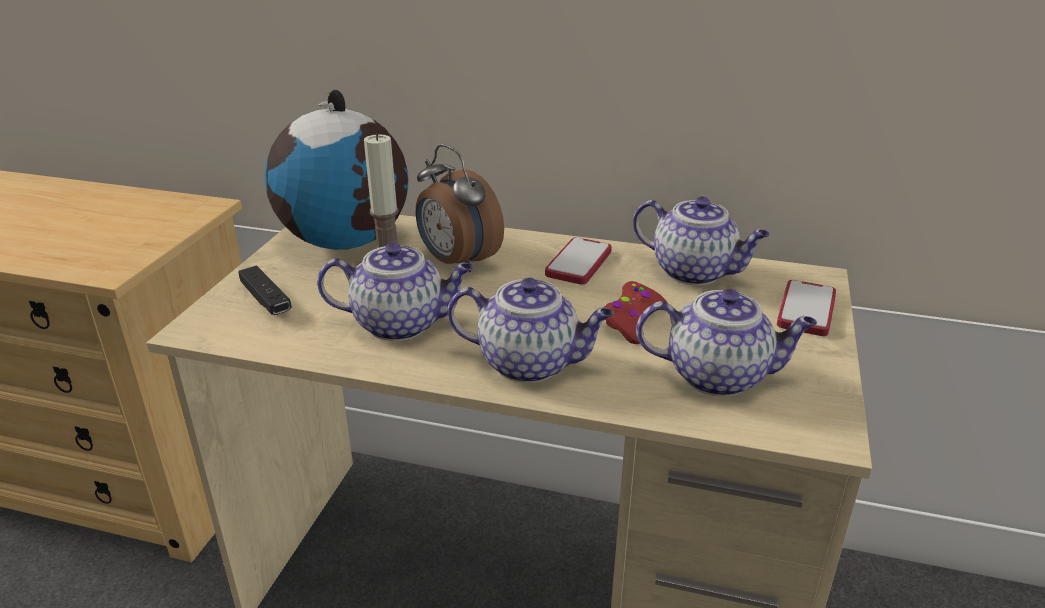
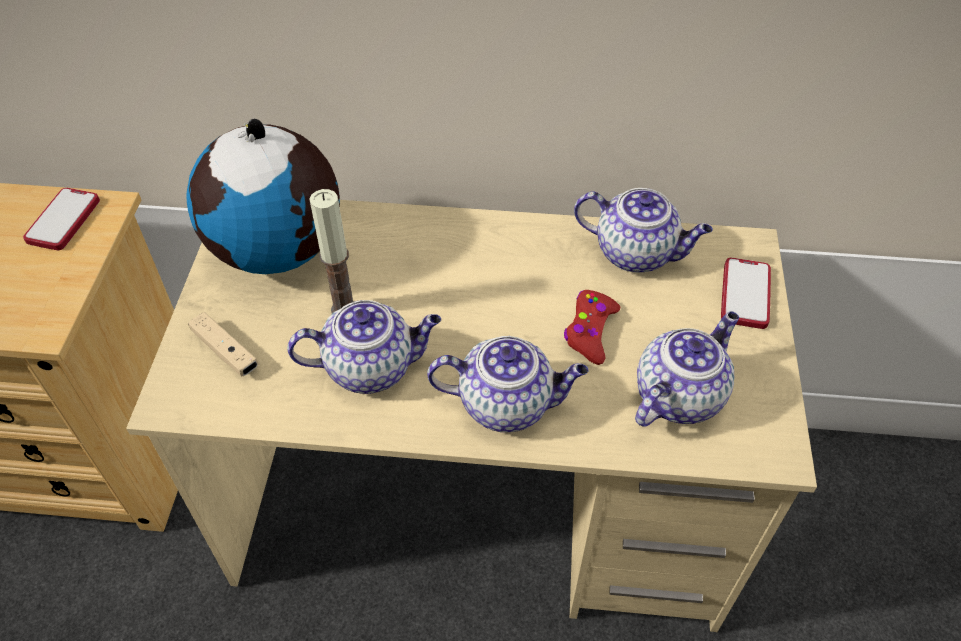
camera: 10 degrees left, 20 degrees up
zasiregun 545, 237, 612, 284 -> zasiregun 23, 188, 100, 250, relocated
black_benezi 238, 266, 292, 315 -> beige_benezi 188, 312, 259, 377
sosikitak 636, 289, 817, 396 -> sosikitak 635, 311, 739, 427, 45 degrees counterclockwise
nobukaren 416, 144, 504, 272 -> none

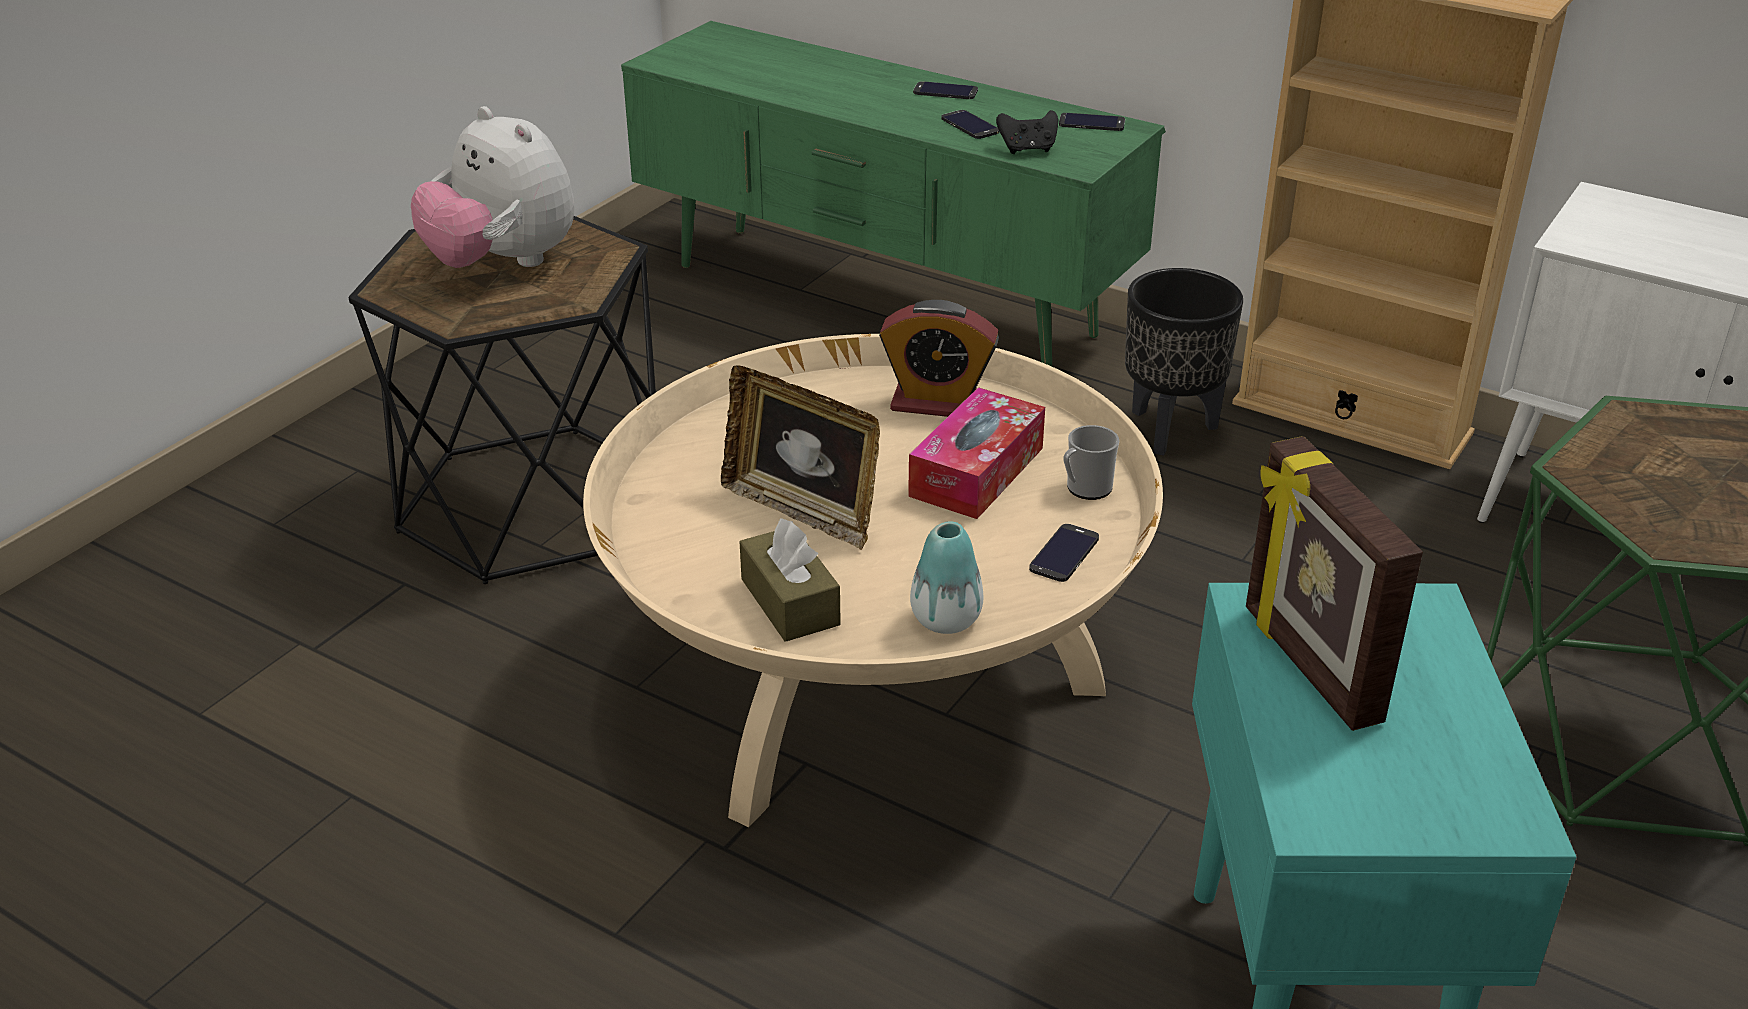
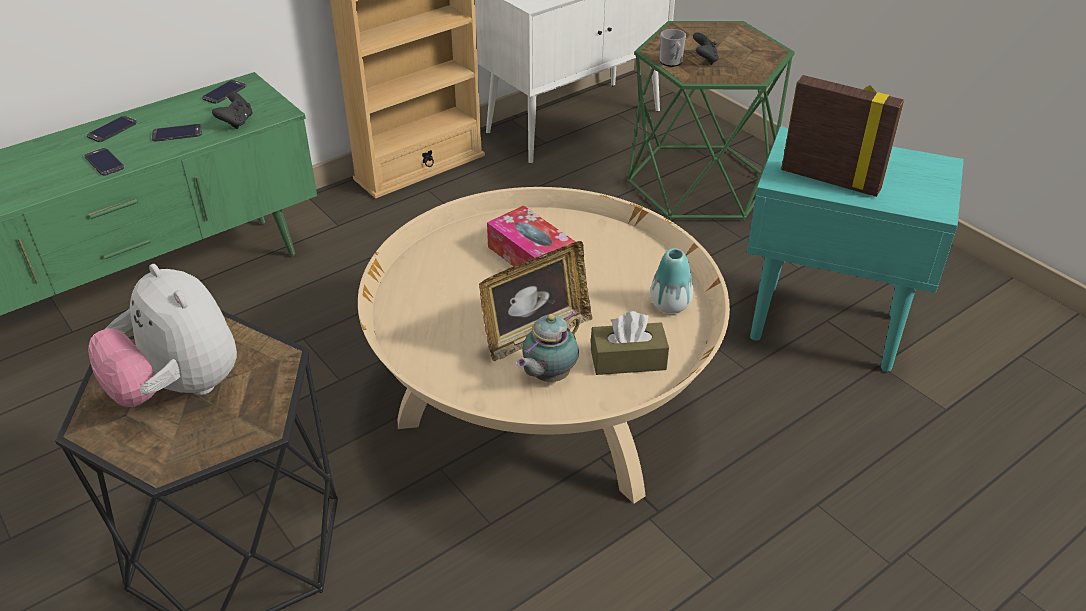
camera: 70 degrees left, 5 degrees up
zasiregun 1029, 524, 1099, 582 -> zasiregun 84, 148, 124, 176, relocated
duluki 411, 106, 575, 268 -> duluki 88, 264, 237, 407, 75 degrees clockwise
none -> sosikitak 517, 312, 580, 382
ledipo 1064, 425, 1119, 500 -> ledipo 660, 29, 686, 67, relocated
none -> black_benezi 693, 32, 719, 65
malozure 1246, 436, 1423, 731 -> malozure 781, 75, 904, 197, 150 degrees counterclockwise
nobukaren 879, 300, 999, 417 -> none
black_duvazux 1125, 268, 1243, 456 -> none

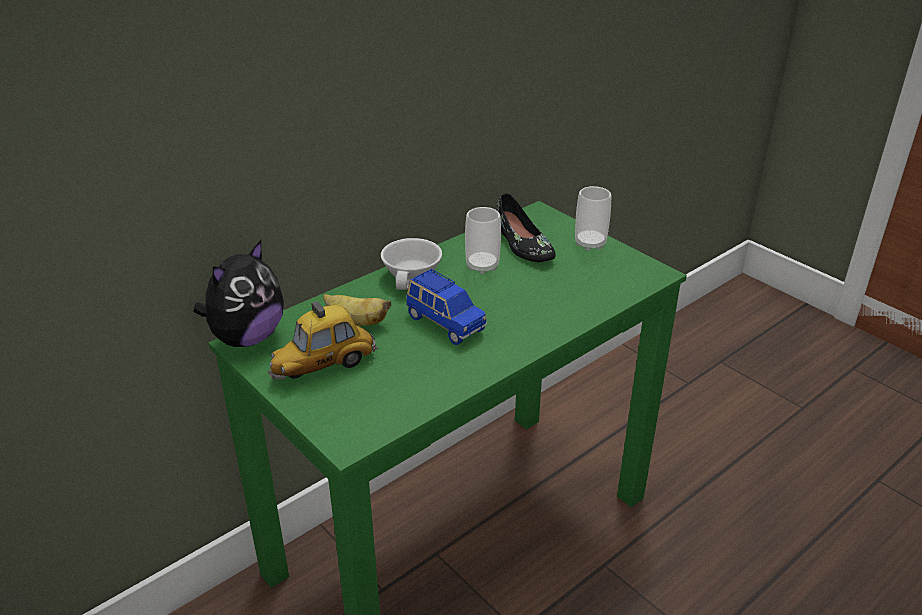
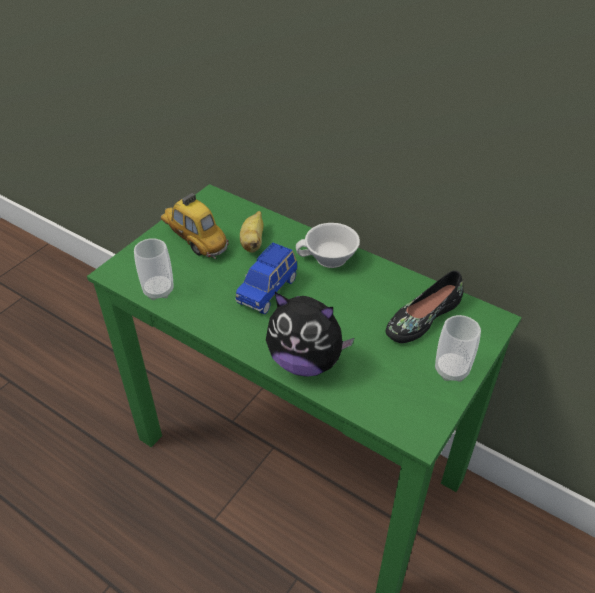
camera: 75 degrees right, 10 degrees up
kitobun 465, 207, 501, 274 -> kitobun 134, 238, 174, 300, relocated
duluki 193, 240, 284, 347 -> duluki 266, 292, 354, 377, relocated

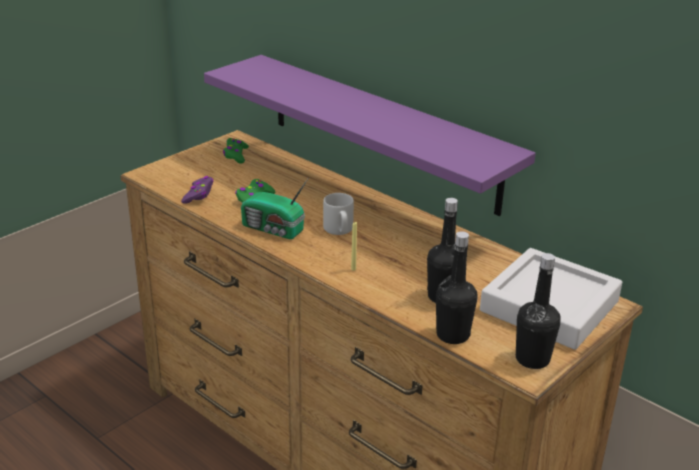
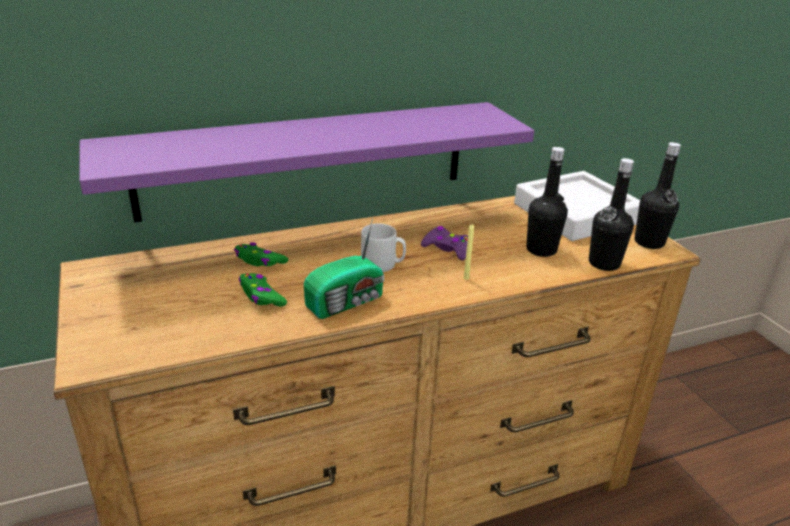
camera: 65 degrees left, 0 degrees up
green_benezi 223, 138, 249, 164 -> green_benezi 234, 242, 288, 266, relocated
purple_benezi 181, 176, 213, 204 -> purple_benezi 421, 226, 468, 260, relocated

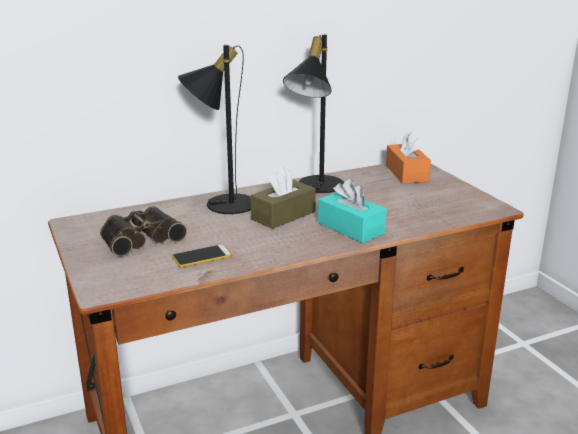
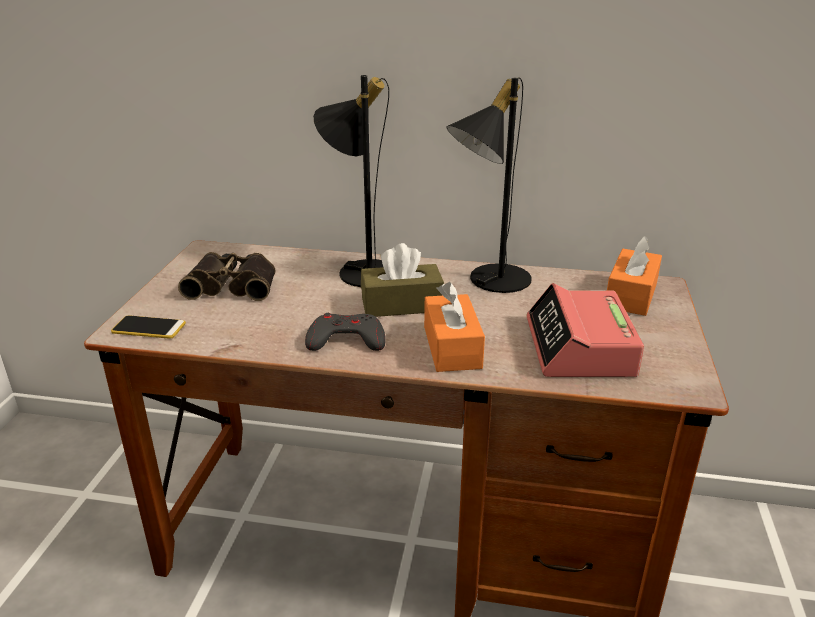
camera: 35 degrees right, 5 degrees up
zasiregun 172, 244, 232, 267 -> zasiregun 111, 315, 186, 339, relocated
none -> grey_benezi 305, 313, 386, 351
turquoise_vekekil 318, 179, 387, 243 -> orange_vekekil 424, 282, 485, 372
none -> nobukaren 527, 283, 644, 377

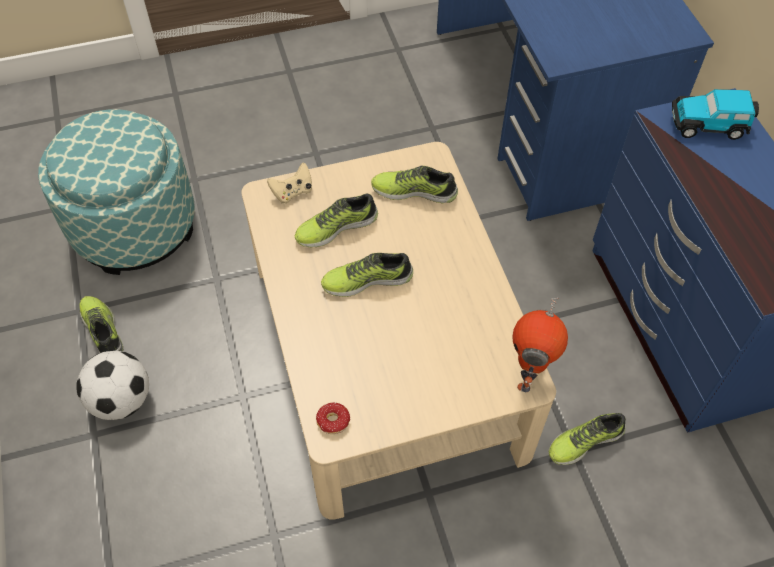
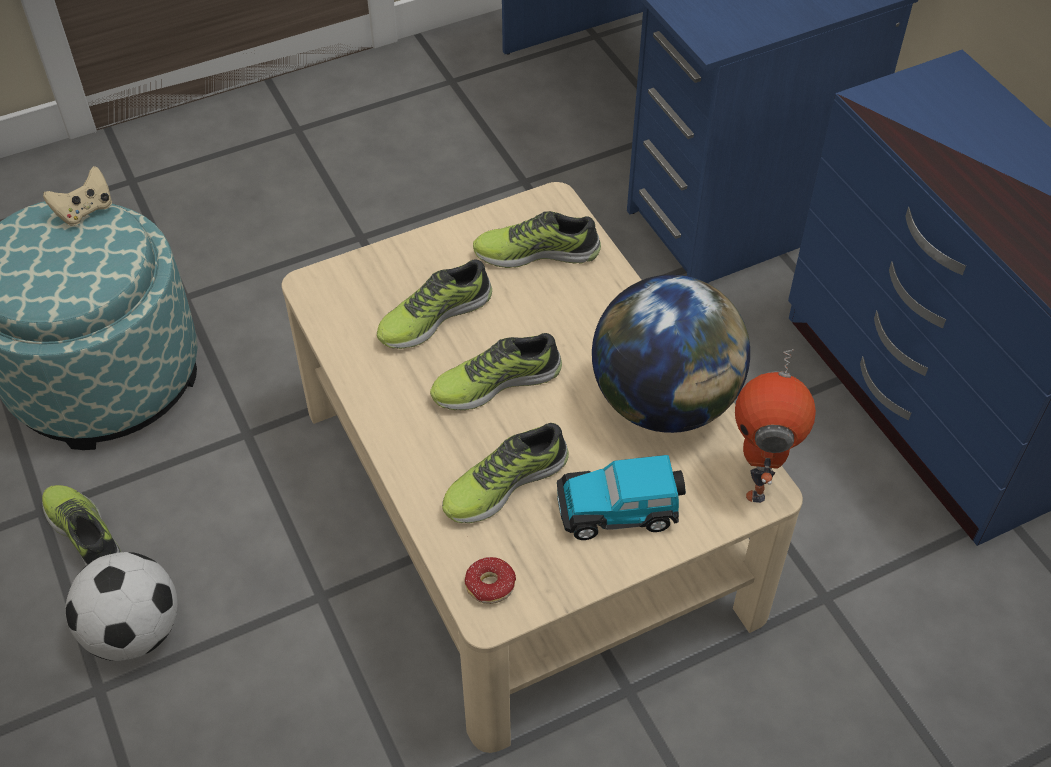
camera: 10 degrees left, 5 degrees down
beige_benezi 267, 163, 312, 204 -> beige_benezi 43, 166, 112, 226, relocated
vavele 549, 413, 626, 465 -> vavele 442, 423, 569, 523, relocated
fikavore 672, 89, 759, 140 -> fikavore 557, 455, 686, 540, relocated
none -> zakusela 592, 275, 750, 433

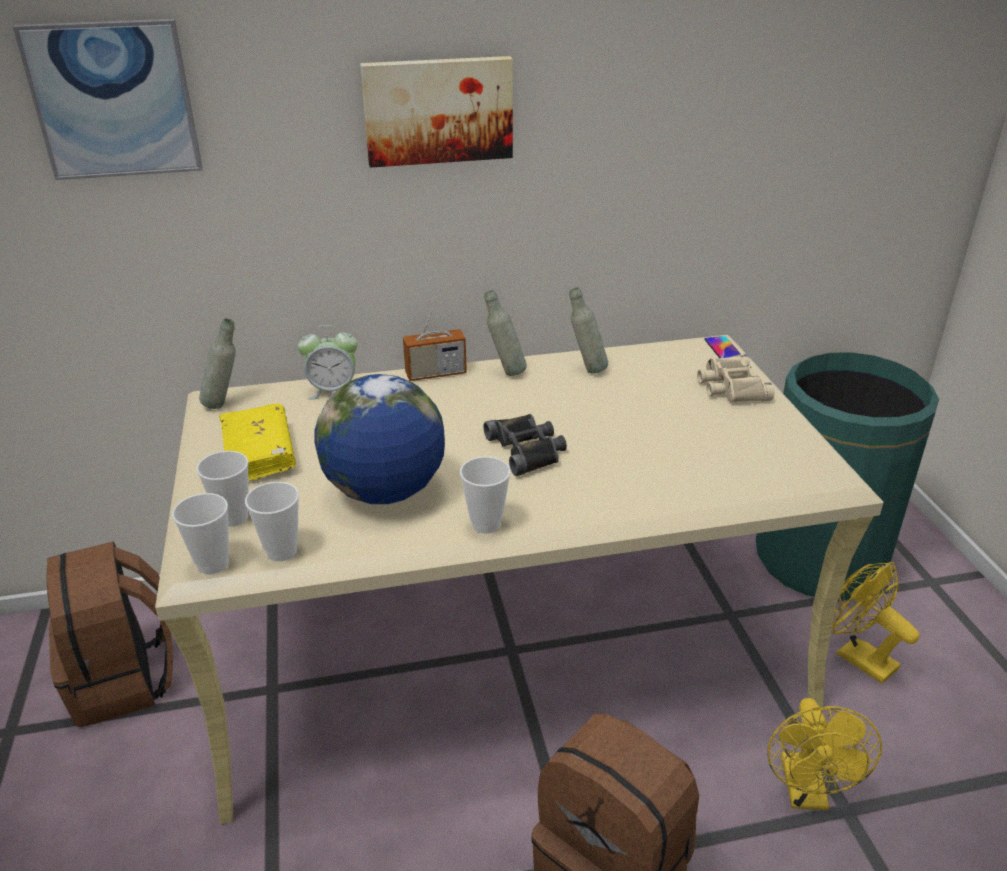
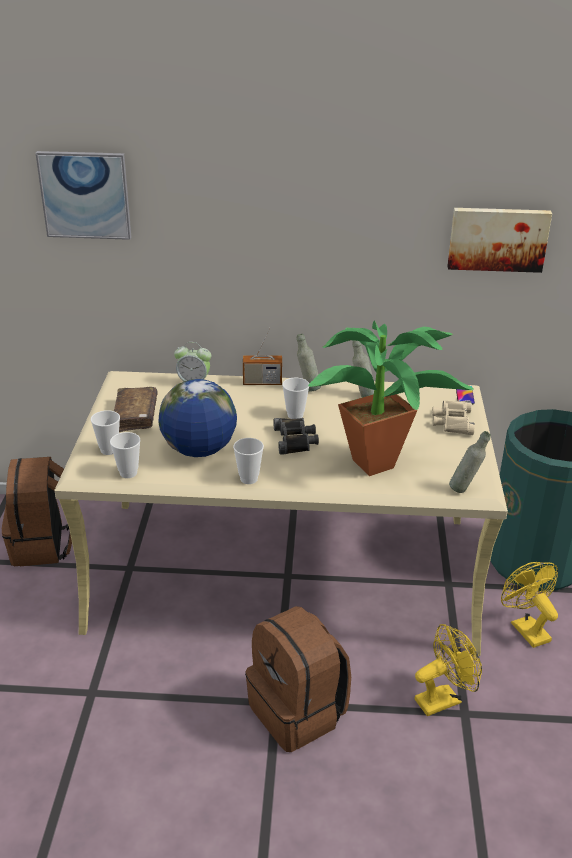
camera: 15 degrees right, 0 degrees up
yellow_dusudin 219, 404, 296, 482 -> brown_dusudin 114, 387, 158, 432
kitobun 172, 493, 229, 574 -> kitobun 282, 378, 309, 419, relocated
none -> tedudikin 308, 321, 473, 476
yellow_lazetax 767, 698, 882, 810 -> yellow_lazetax 415, 624, 482, 716, 135 degrees counterclockwise
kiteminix 360, 56, 513, 168 -> kiteminix 447, 208, 552, 273, relocated
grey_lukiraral 199, 318, 236, 409 -> grey_lukiraral 449, 431, 491, 493, relocated

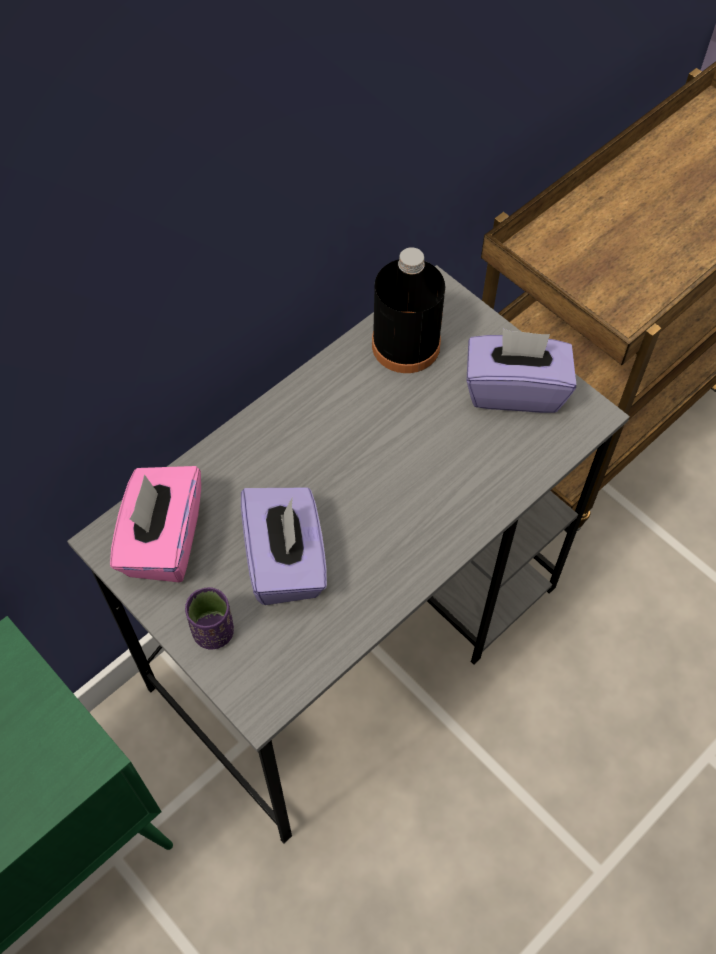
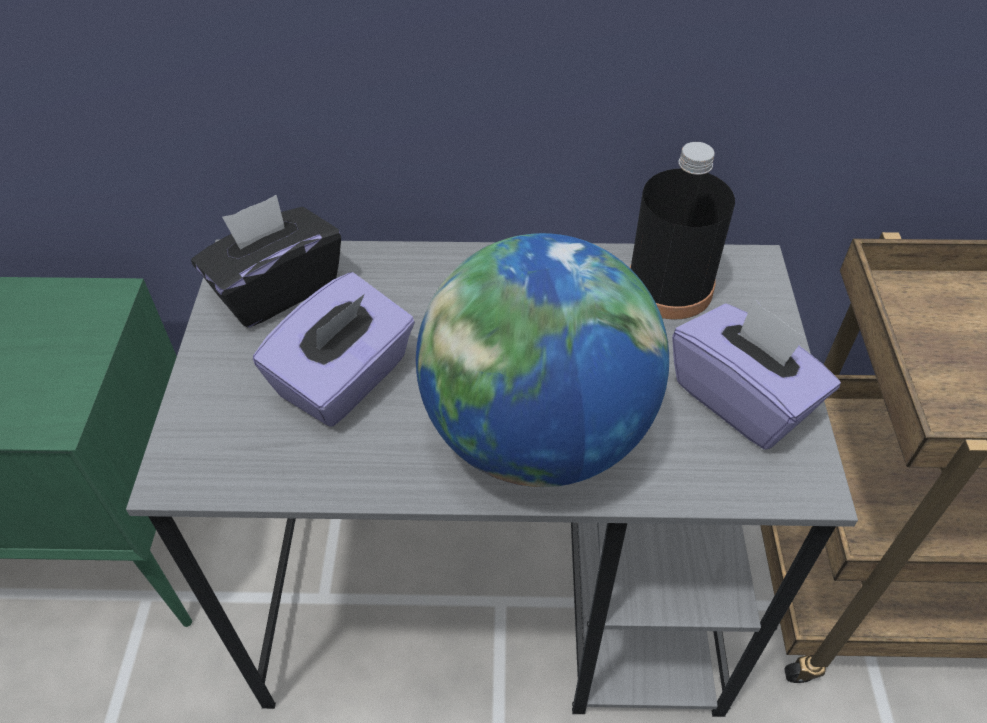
camera: 45 degrees right, 10 degrees down
pink_vekekil 110, 466, 201, 582 -> black_vekekil 191, 195, 341, 328
none -> zakusela 416, 233, 669, 487
purple_kitobun 185, 587, 234, 650 -> none

